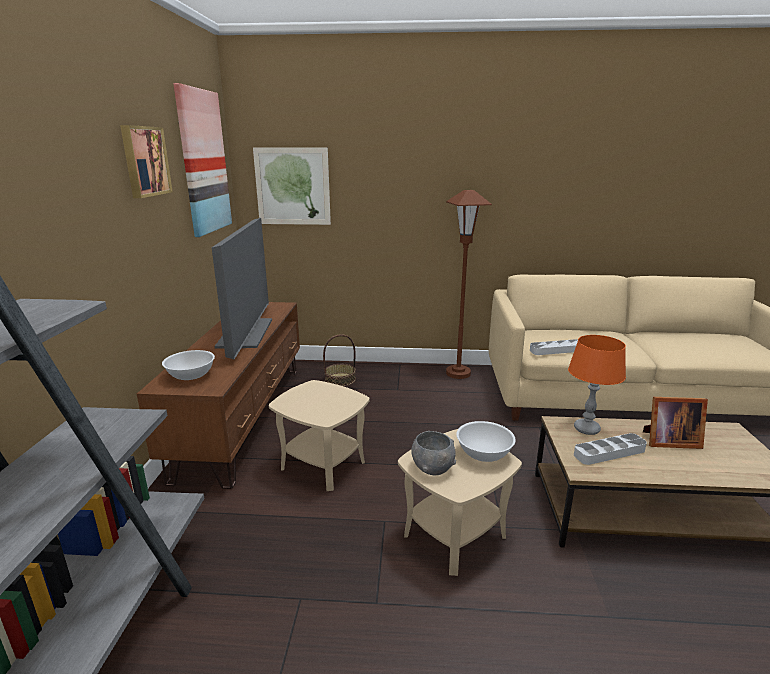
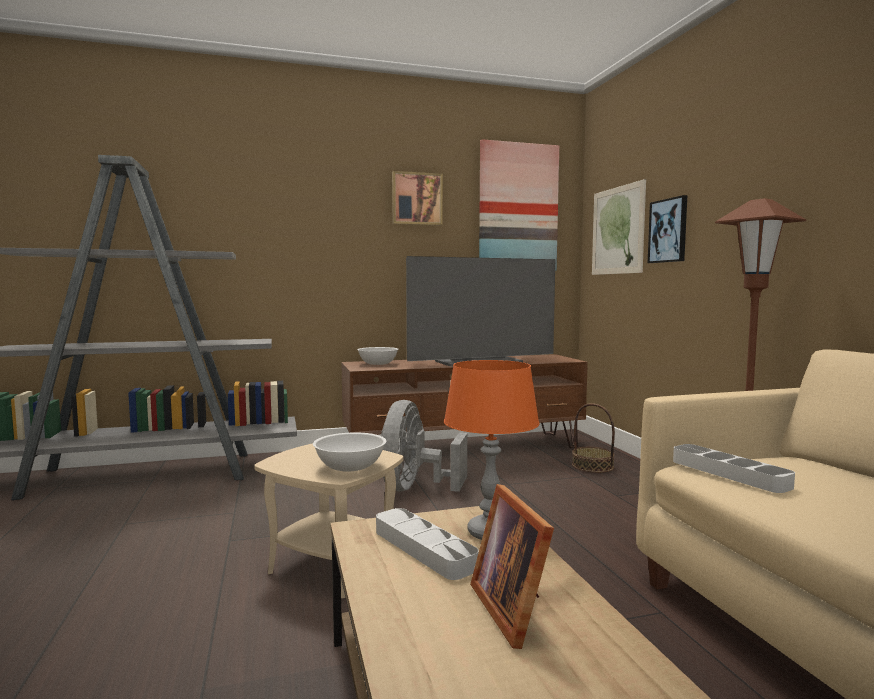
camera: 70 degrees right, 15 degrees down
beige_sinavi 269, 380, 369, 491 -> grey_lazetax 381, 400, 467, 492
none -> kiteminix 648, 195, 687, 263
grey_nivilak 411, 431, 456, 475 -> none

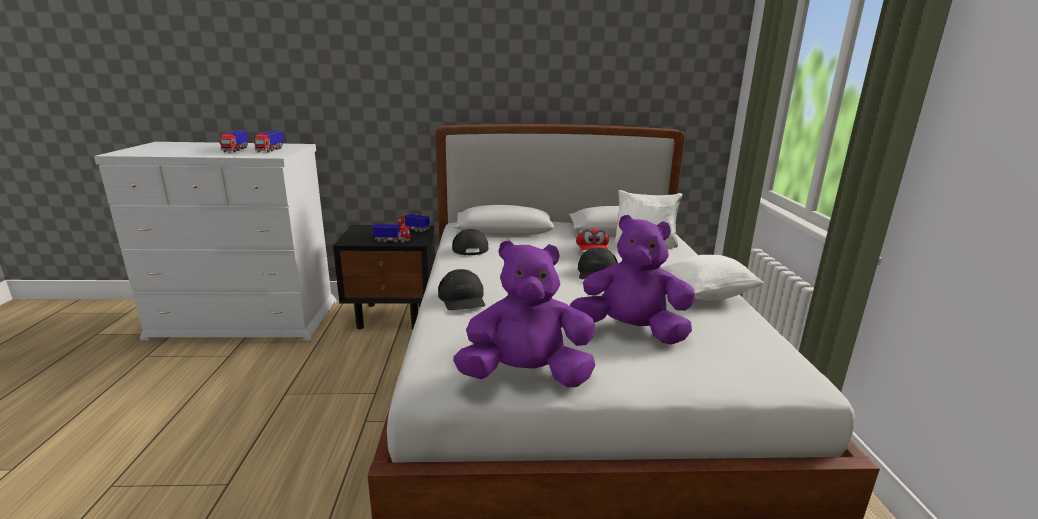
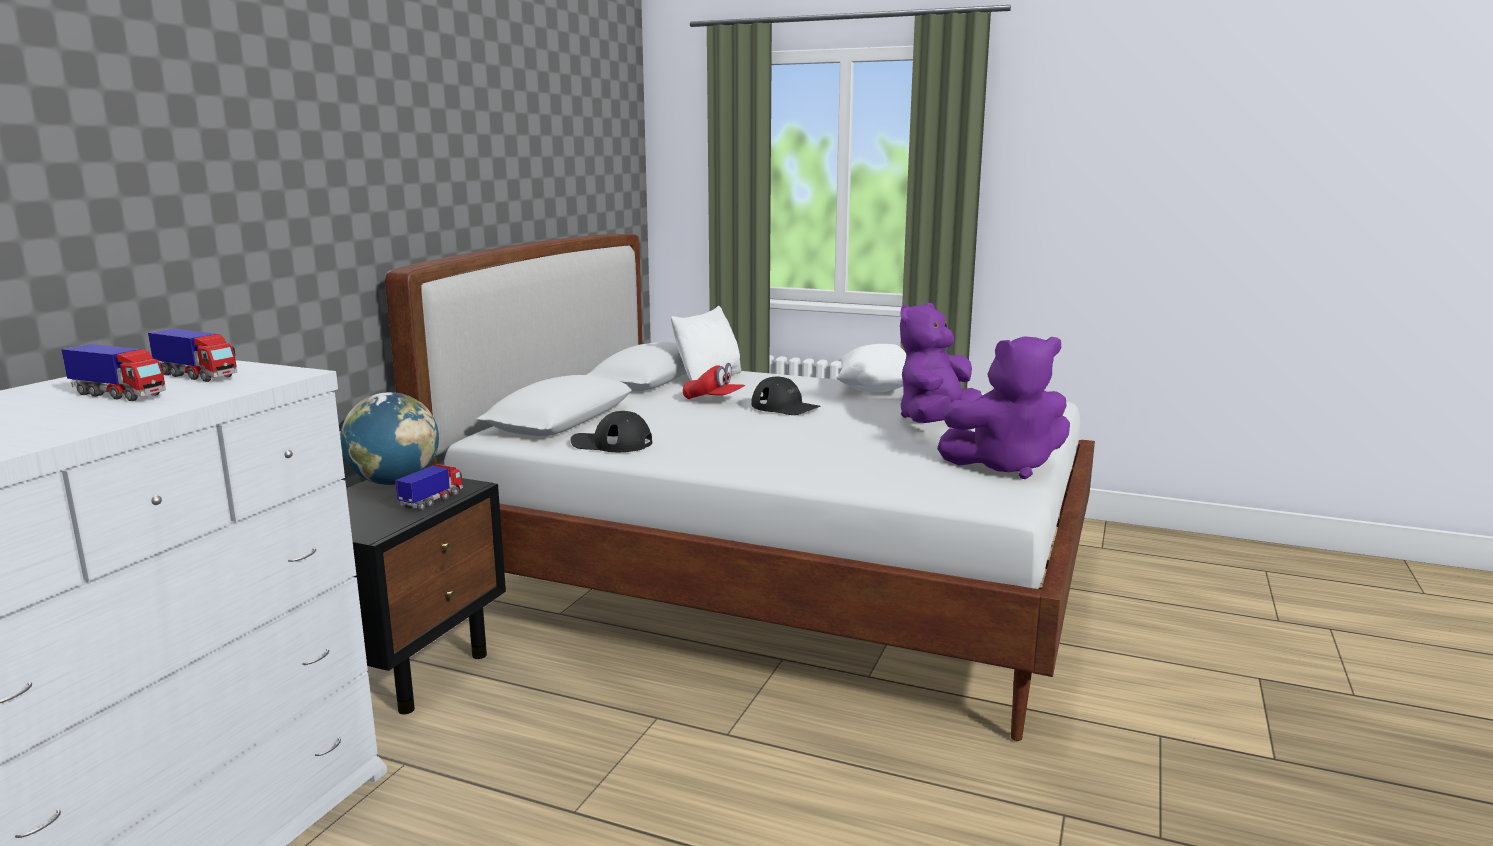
camera: 65 degrees left, 5 degrees down
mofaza 397, 214, 430, 233 -> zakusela 340, 392, 439, 485
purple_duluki 453, 240, 595, 387 -> purple_duluki 937, 336, 1070, 479, 120 degrees counterclockwise
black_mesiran 438, 269, 485, 310 -> none

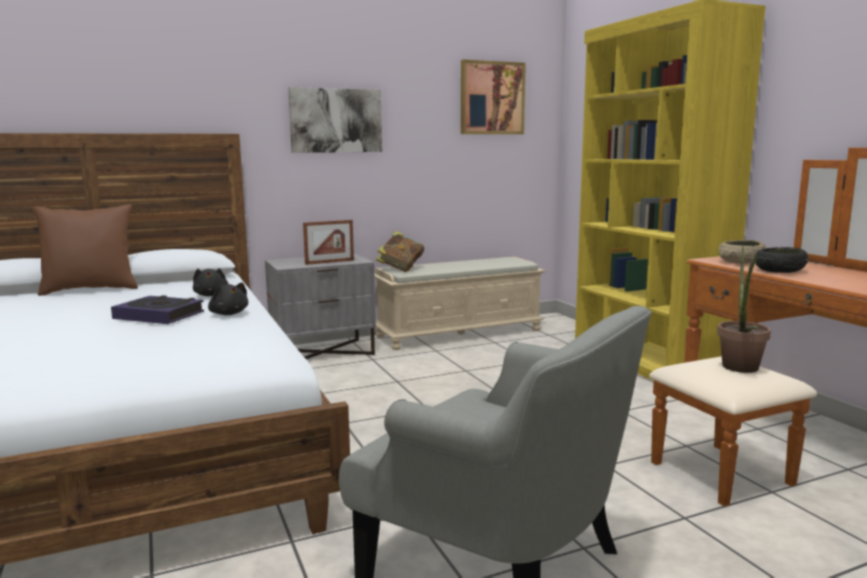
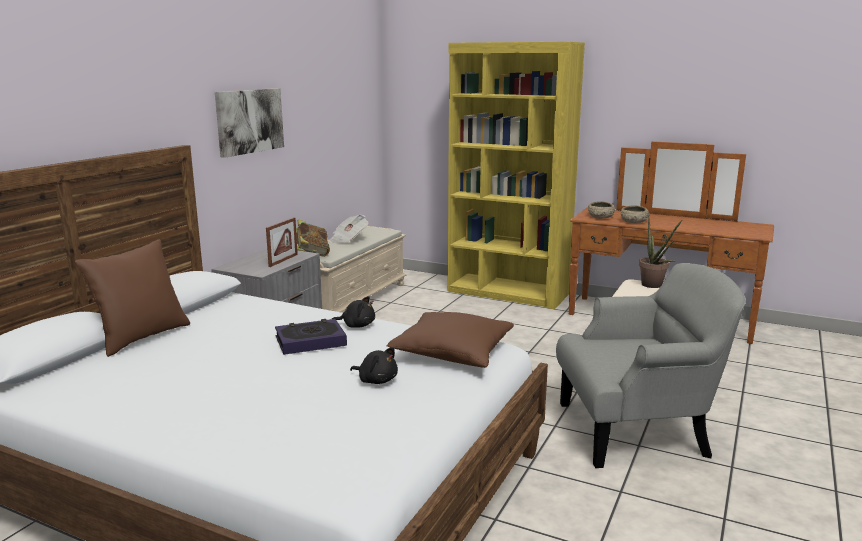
camera: 40 degrees left, 5 degrees up
none -> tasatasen 329, 215, 368, 243
black_duluki 193, 268, 228, 296 -> black_duluki 350, 348, 398, 384, relocated
none -> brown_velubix 387, 312, 514, 368
black_nivilak 755, 247, 809, 273 -> beige_nivilak 621, 206, 649, 223
kiteminix 461, 60, 526, 134 -> none

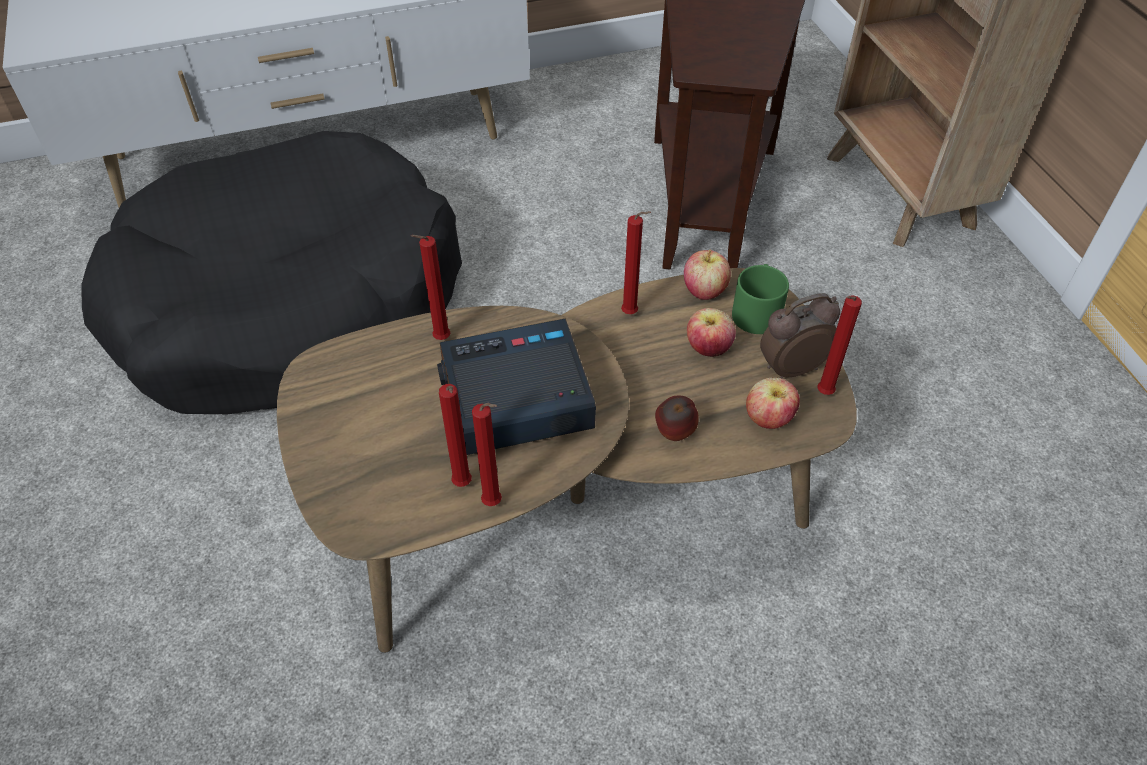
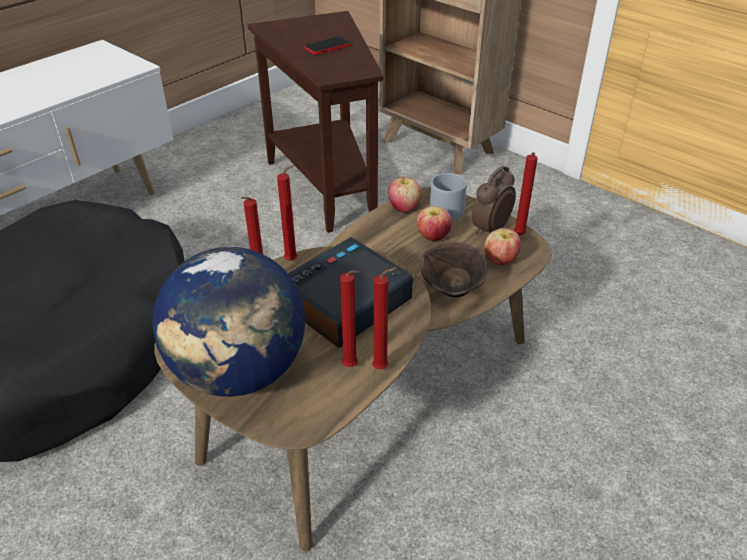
camera: 30 degrees left, 10 degrees down
none -> zakusela 153, 247, 305, 397
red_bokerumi 621, 211, 651, 314 -> red_bokerumi 277, 165, 298, 261, relocated
none -> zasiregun 304, 36, 350, 55
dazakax 655, 396, 699, 441 -> brown_nivilak 421, 242, 487, 297
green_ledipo 732, 264, 789, 334 -> grey_ledipo 430, 173, 467, 220

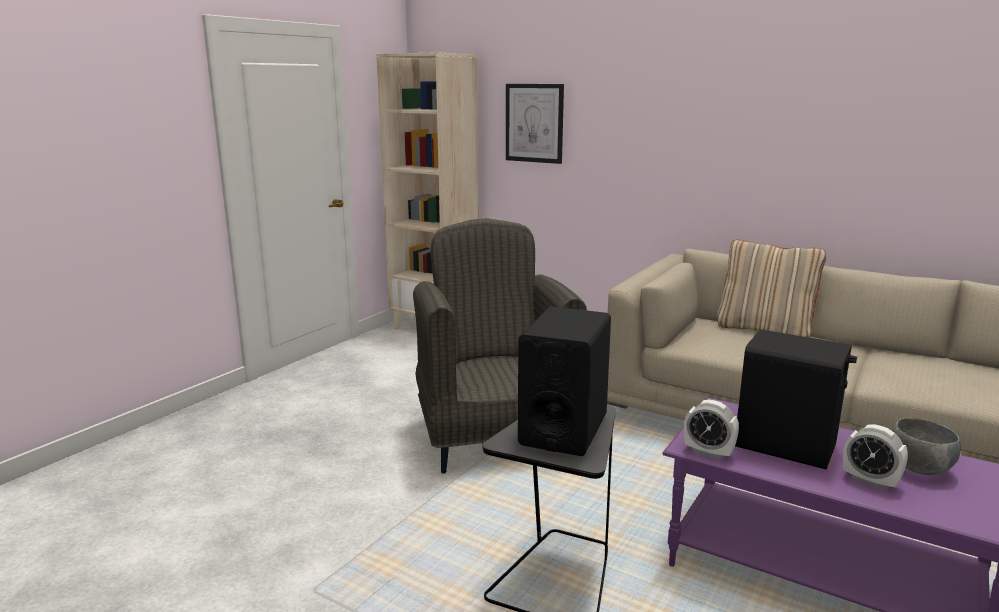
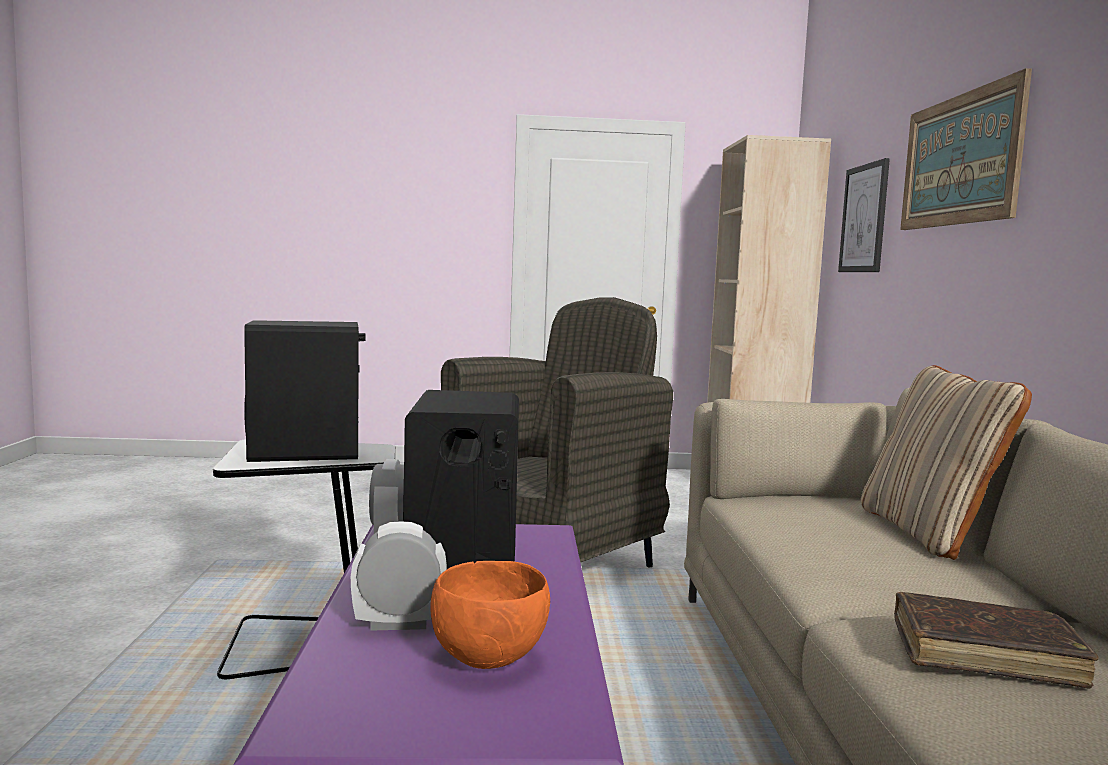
camera: 55 degrees right, 10 degrees down
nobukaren 843, 424, 908, 490 -> nobukaren 351, 521, 447, 631, 75 degrees clockwise
grey_nivilak 892, 418, 961, 475 -> orange_nivilak 430, 561, 550, 669
none -> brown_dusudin 894, 592, 1098, 689
none -> kiteminix 900, 68, 1032, 230

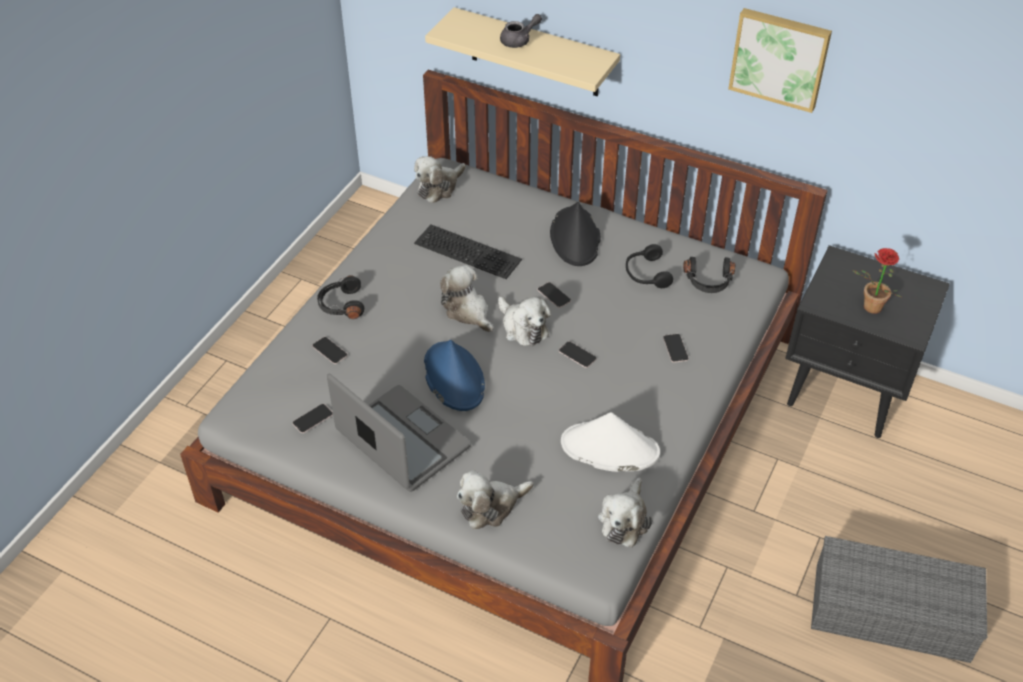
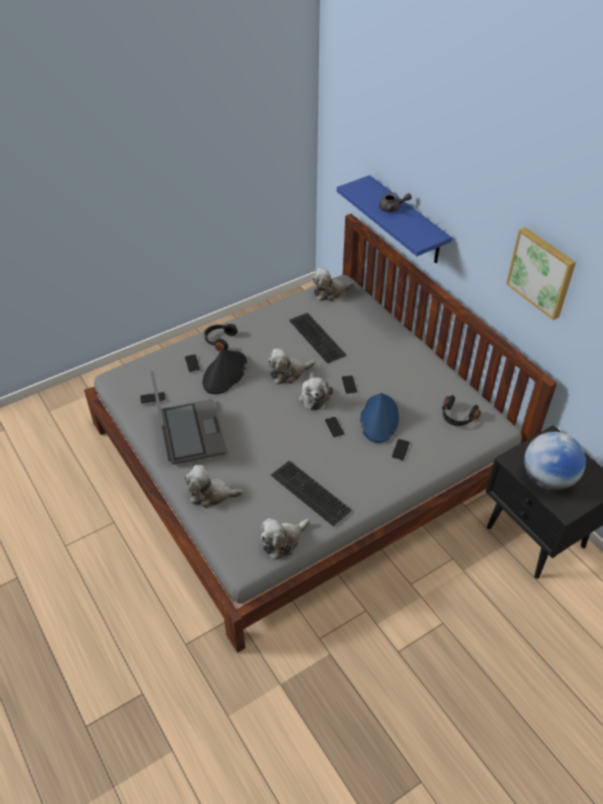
camera: 30 degrees right, 0 degrees up
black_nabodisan 550, 202, 600, 266 -> black_nabodisan 203, 349, 247, 394, relocated
duluki 440, 265, 494, 332 -> duluki 268, 348, 315, 384, 105 degrees counterclockwise
white_nabodisan 561, 412, 660, 472 -> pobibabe 271, 461, 352, 526
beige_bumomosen 425, 7, 620, 96 -> blue_bumomosen 337, 175, 452, 263
blue_nabodisan 424, 340, 485, 411 -> blue_nabodisan 360, 393, 399, 443, relocated
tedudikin 852, 248, 901, 314 -> zakusela 524, 432, 586, 491
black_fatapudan 626, 244, 673, 288 -> none
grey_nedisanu 811, 536, 987, 663 -> none

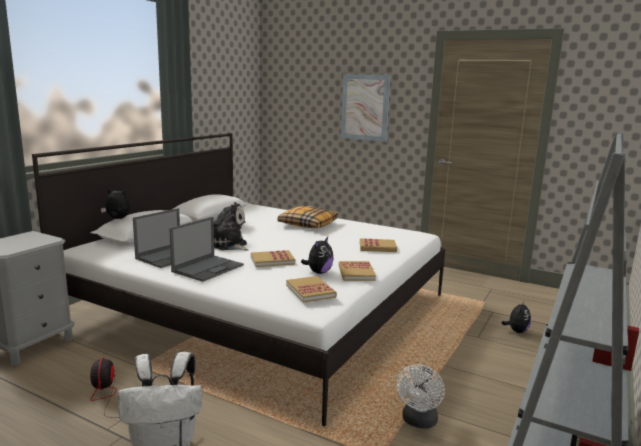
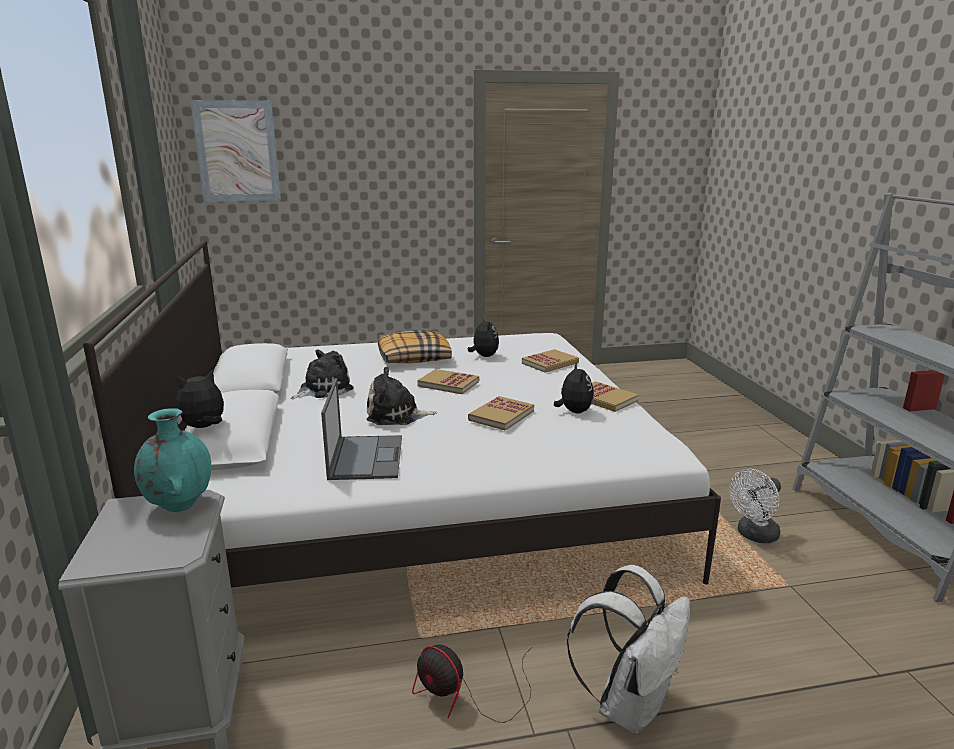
camera: 40 degrees left, 5 degrees up
none -> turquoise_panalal 134, 408, 211, 512
kiteminix 341, 74, 391, 142 -> kiteminix 191, 100, 281, 202, relocated
dusudin 286, 276, 337, 303 -> dusudin 417, 369, 479, 394, relocated
duluki 502, 301, 531, 333 -> duluki 468, 316, 499, 357, relocated
white_lazetax 396, 365, 445, 429 -> white_lazetax 729, 469, 781, 543, 75 degrees clockwise
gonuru 169, 217, 244, 282 -> none

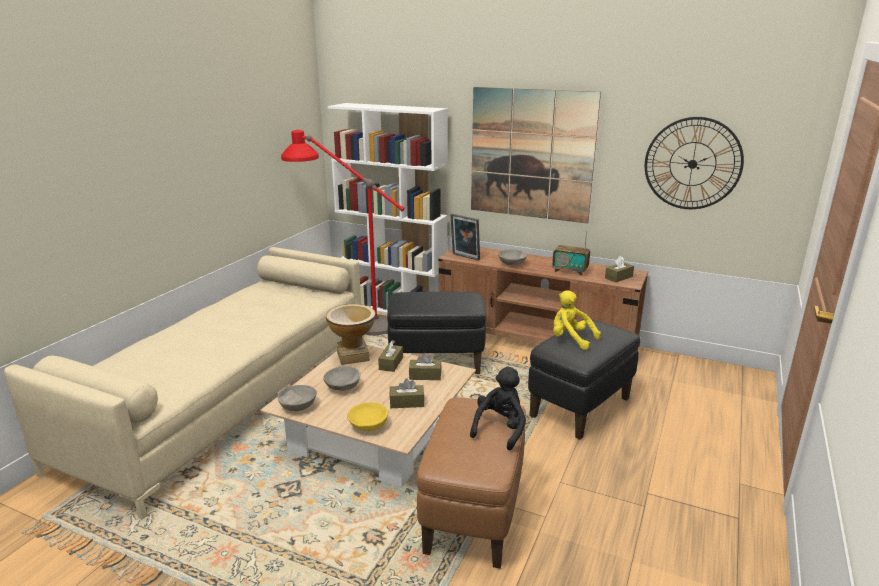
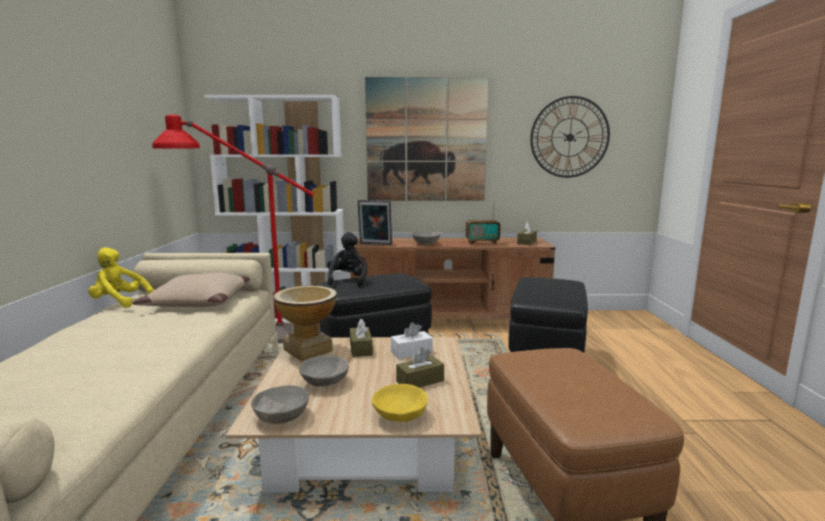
camera: 25 degrees left, 10 degrees down
yellow_duluki 553, 290, 601, 350 -> yellow_duluki 88, 247, 154, 308, relocated
none -> beige_velubix 132, 273, 250, 307
black_duluki 470, 367, 526, 450 -> black_duluki 327, 232, 367, 287, relocated
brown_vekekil 409, 353, 442, 380 -> white_vekekil 391, 322, 433, 359

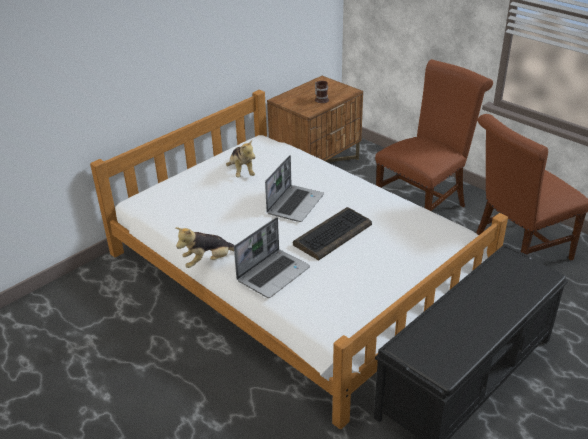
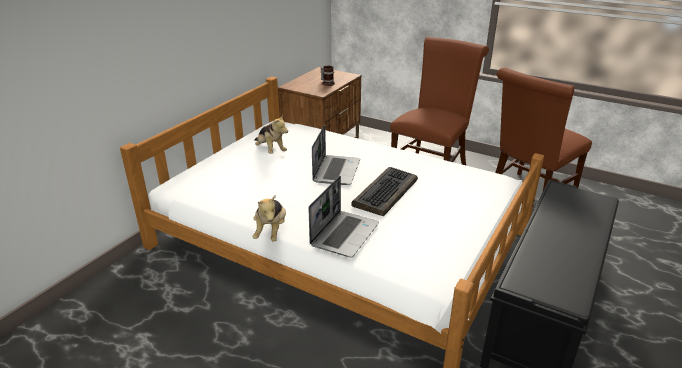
camera: 15 degrees left, 5 degrees down
duluki 175, 227, 235, 268 -> duluki 253, 195, 286, 241, 45 degrees counterclockwise

